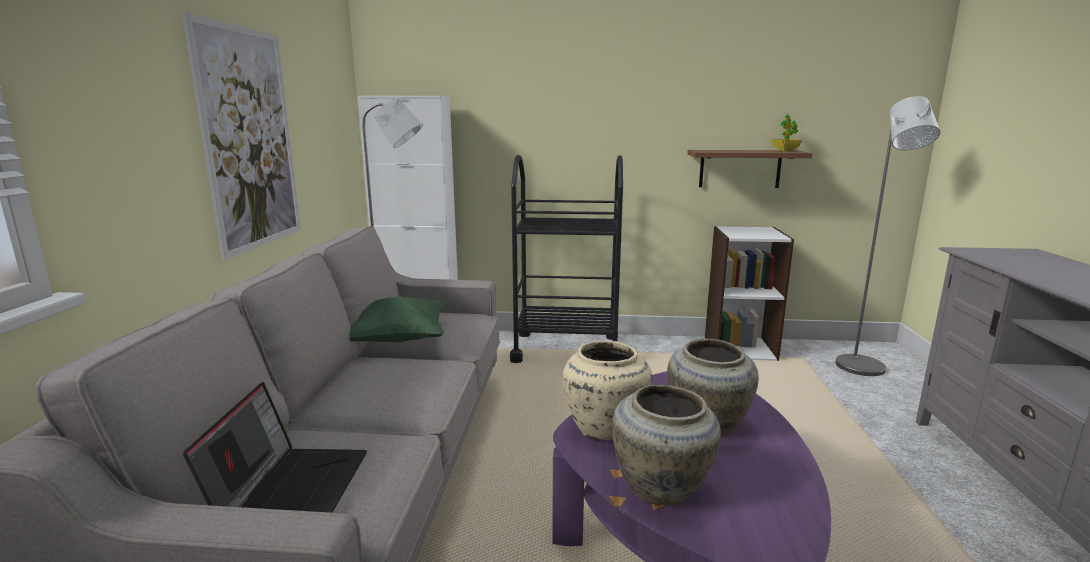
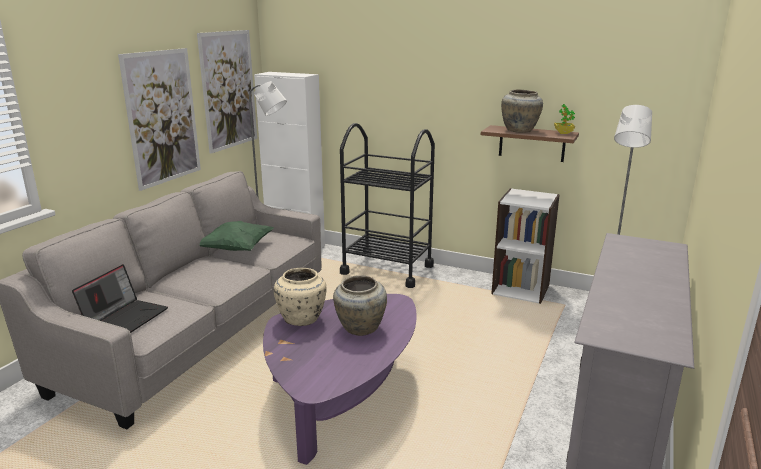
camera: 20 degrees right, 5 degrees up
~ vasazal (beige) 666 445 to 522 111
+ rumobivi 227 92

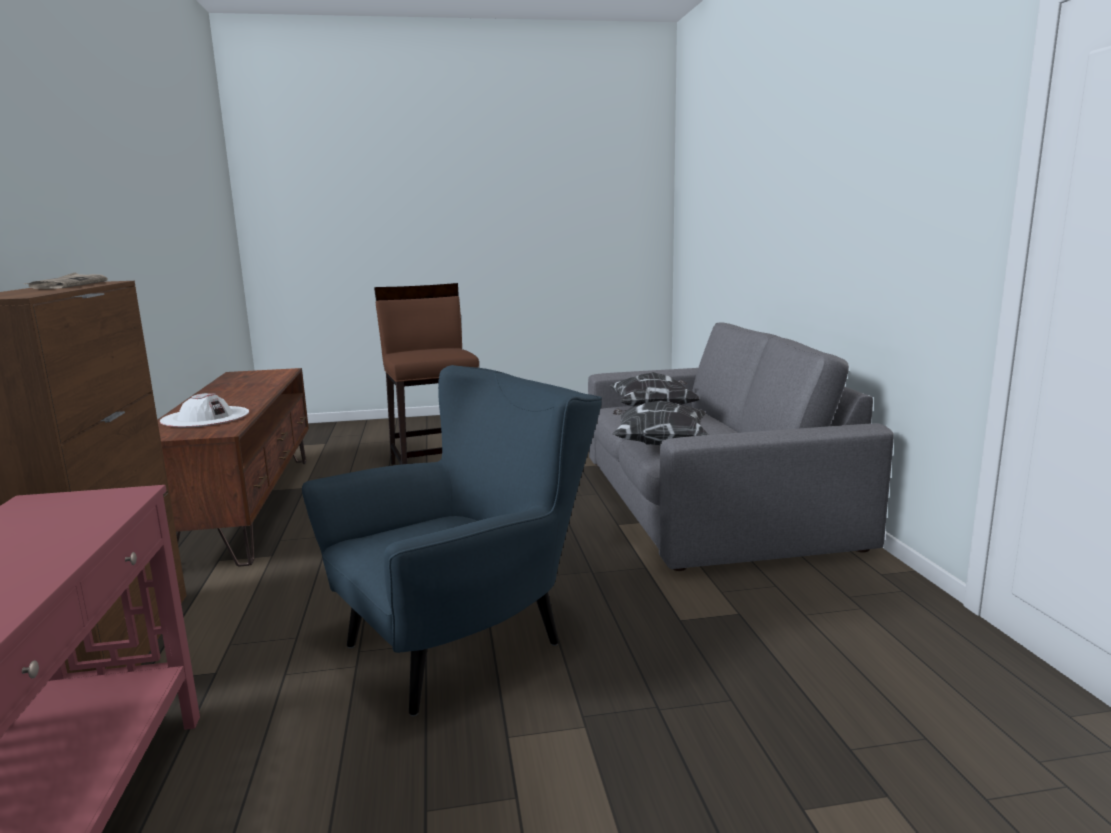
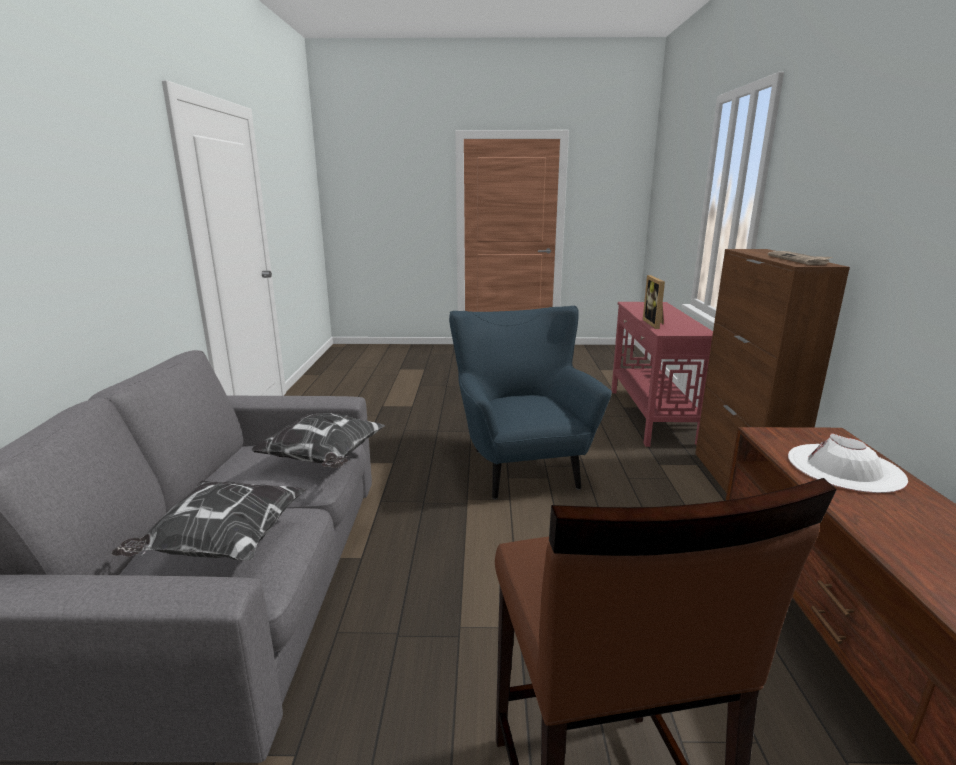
camera: 170 degrees left, 5 degrees up
~ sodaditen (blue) 452 540 = 530 402 105 degrees clockwise
+ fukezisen 654 302

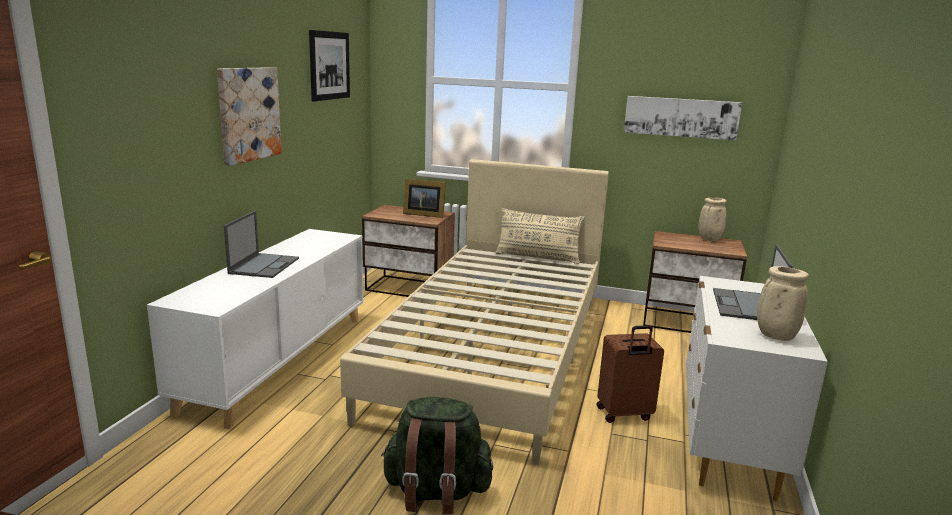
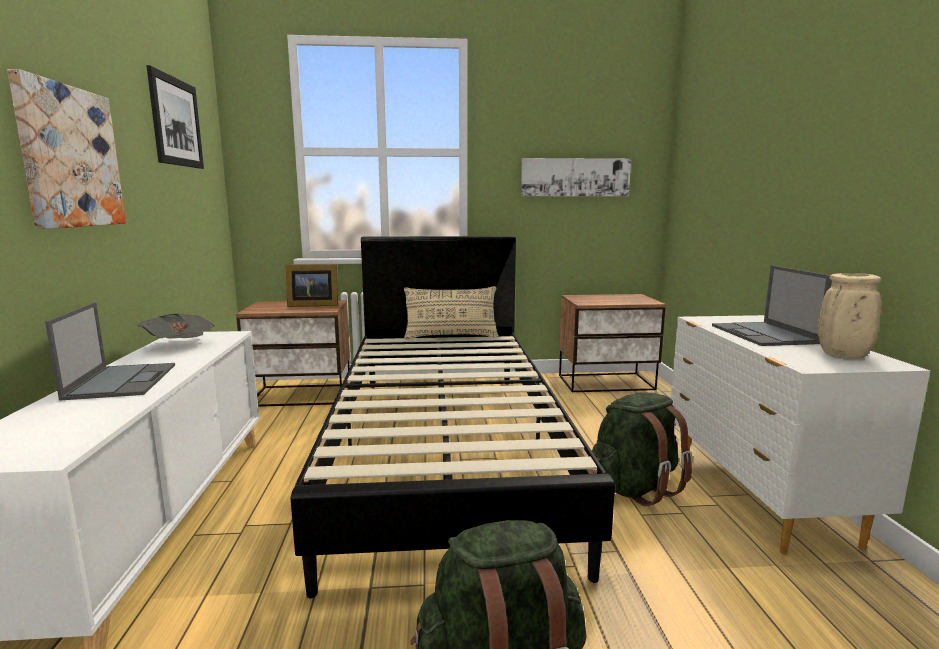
camera: 20 degrees left, 5 degrees down
~ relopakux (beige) 474 312 to relopakux (black) 453 417
~ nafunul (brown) 630 374 to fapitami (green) 642 449
- vasazal (beige) 712 219
+ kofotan 176 326

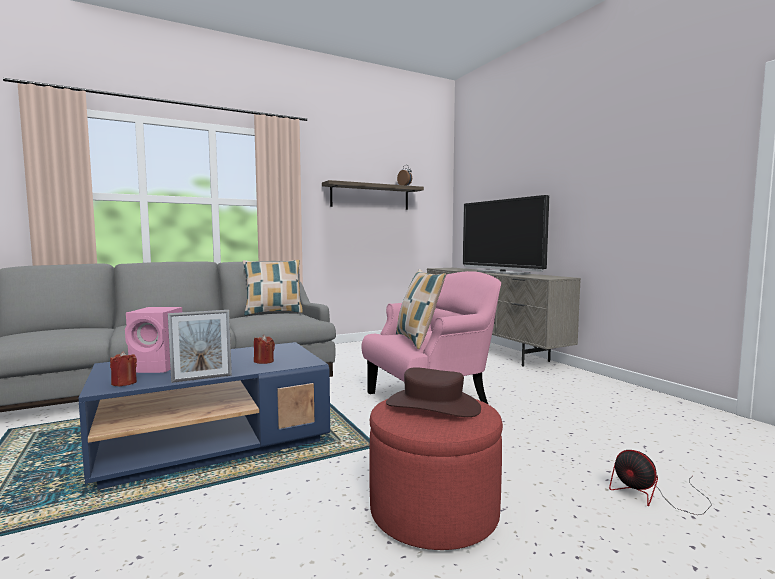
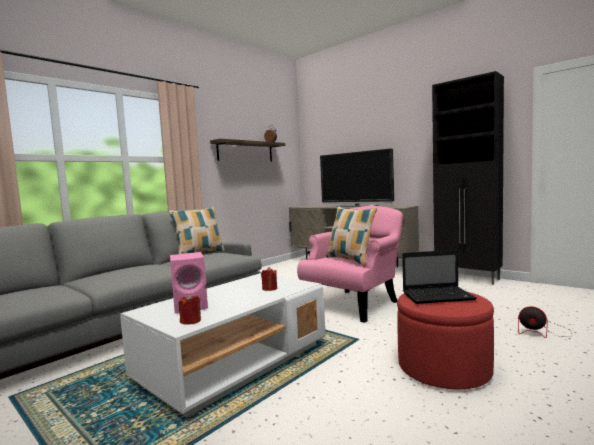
camera: 20 degrees left, 0 degrees up
~ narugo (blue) 204 415 to narugo (white) 222 345
- fukezisen 200 346
~ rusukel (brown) 433 392 to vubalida 439 277
+ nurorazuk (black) 468 178

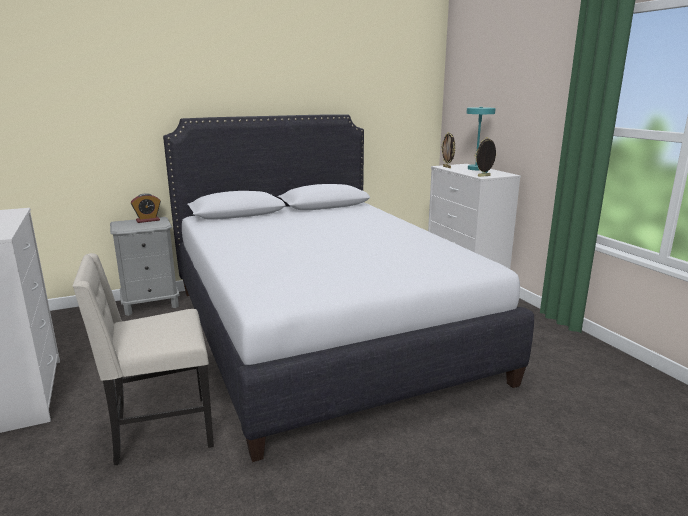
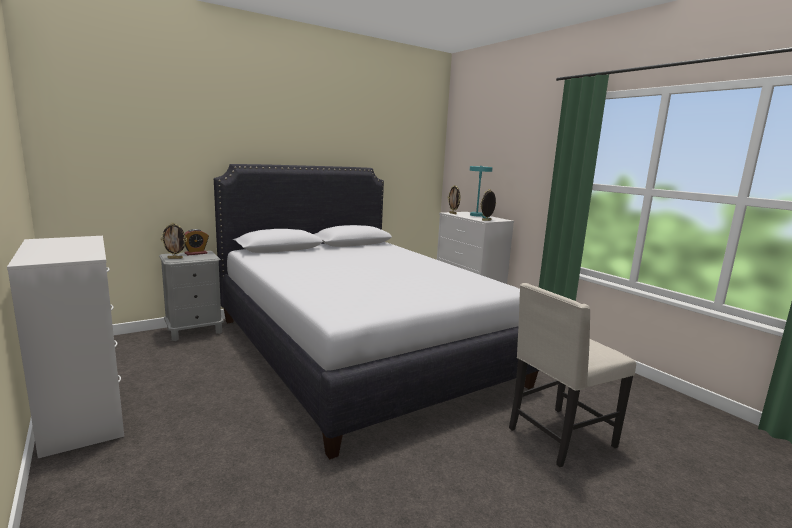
camera: 10 degrees left, 5 degrees down
~ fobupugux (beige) 143 359 to 572 375
+ fukezisen 174 241

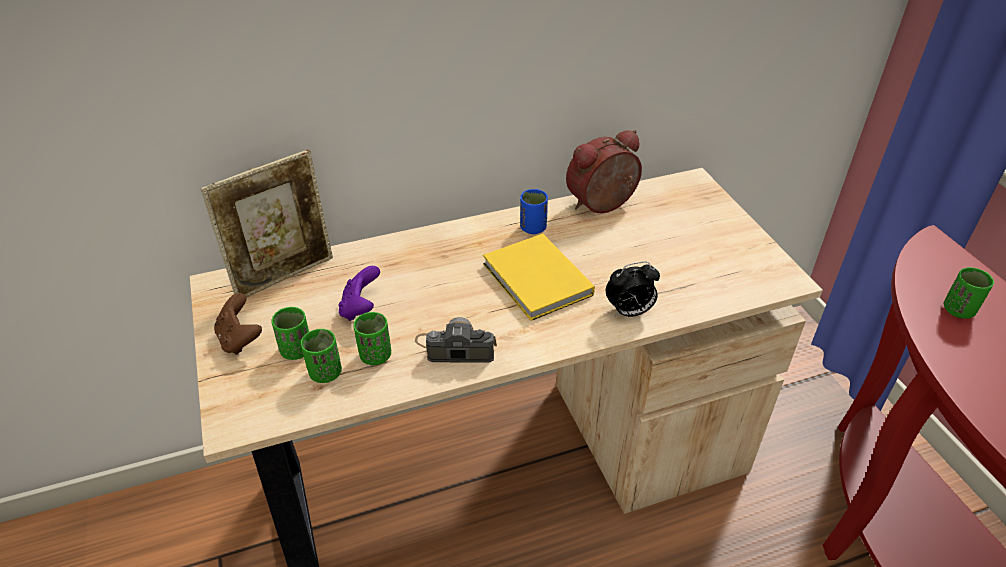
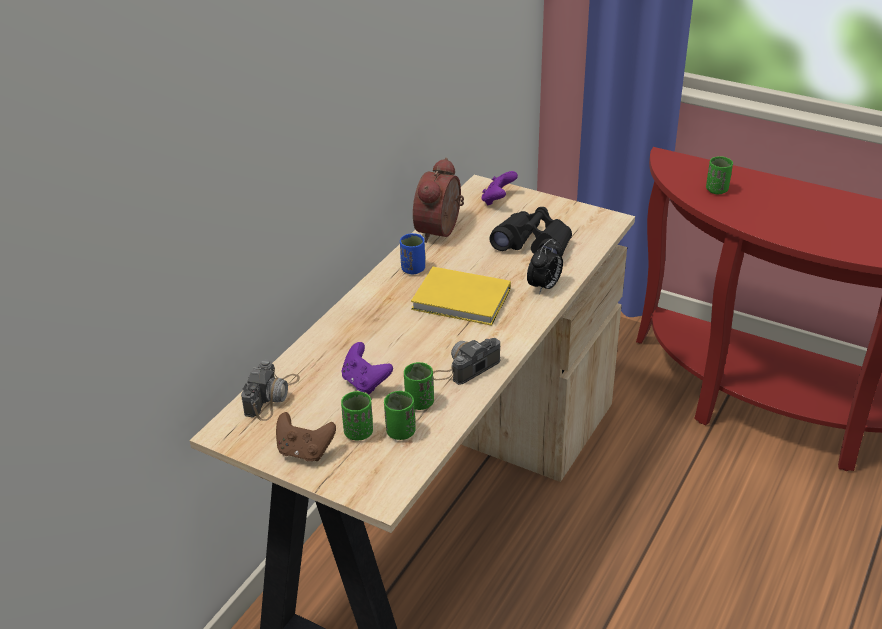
camera: 40 degrees left, 5 degrees down
~ fukezisen 266 224 to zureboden 270 390
+ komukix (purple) 499 188
+ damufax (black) 530 232

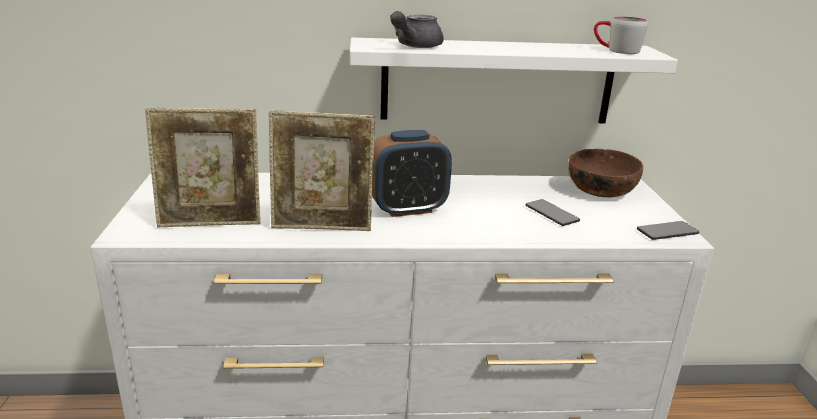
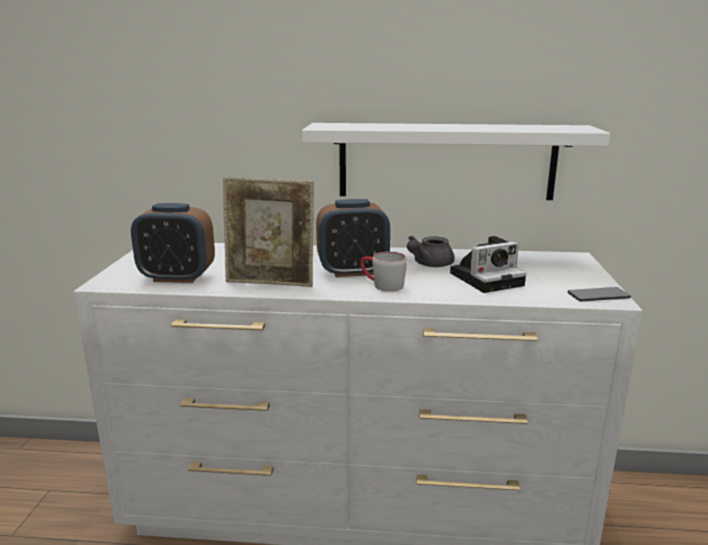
camera: 10 degrees right, 5 degrees down
~ fukezisen 203 167 to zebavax 173 243
~ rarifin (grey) 417 29 to 431 251
~ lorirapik 553 212 to zureboden 488 264
- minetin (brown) 605 173
~ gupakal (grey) 621 35 to 383 271

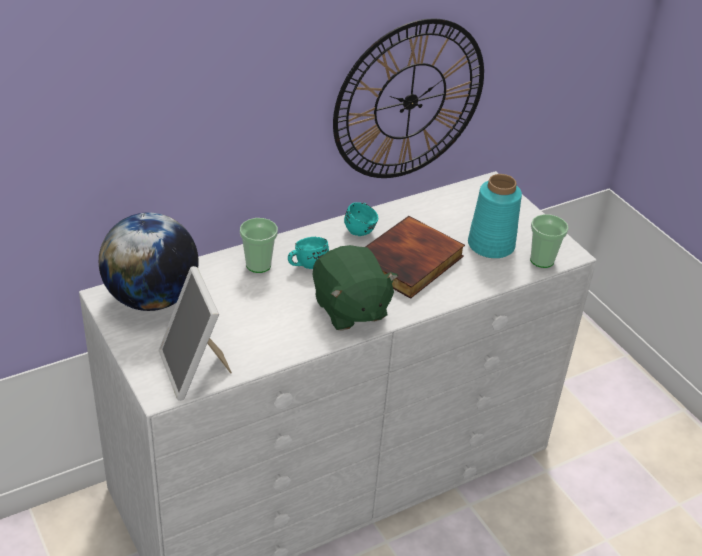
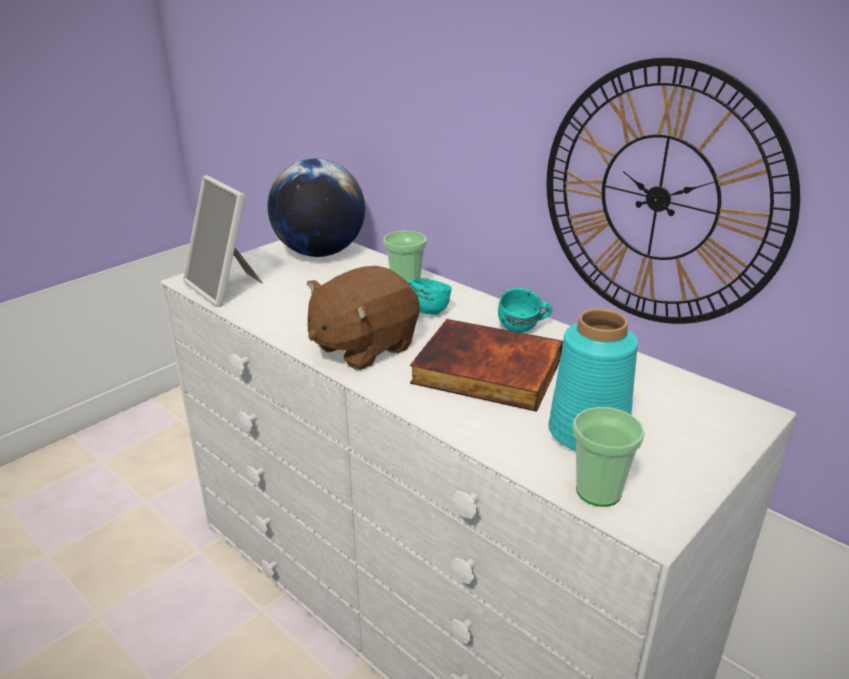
camera: 75 degrees right, 10 degrees down
~ fukezisen 195 333 = 223 241 90 degrees counterclockwise
~ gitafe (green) 355 288 to gitafe (brown) 363 318

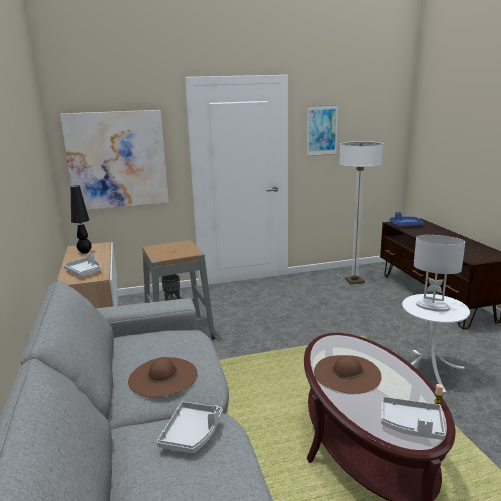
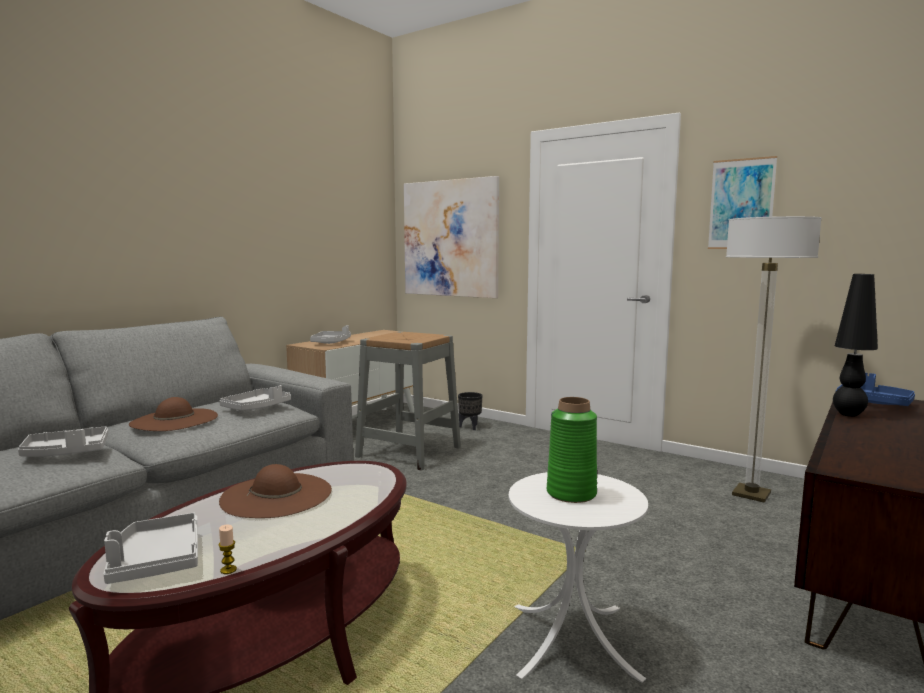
camera: 50 degrees right, 10 degrees down
~ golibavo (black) 81 219 to 855 345
~ golibavo (white) 439 273 to vasazal (green) 572 450
+ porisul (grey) 255 398

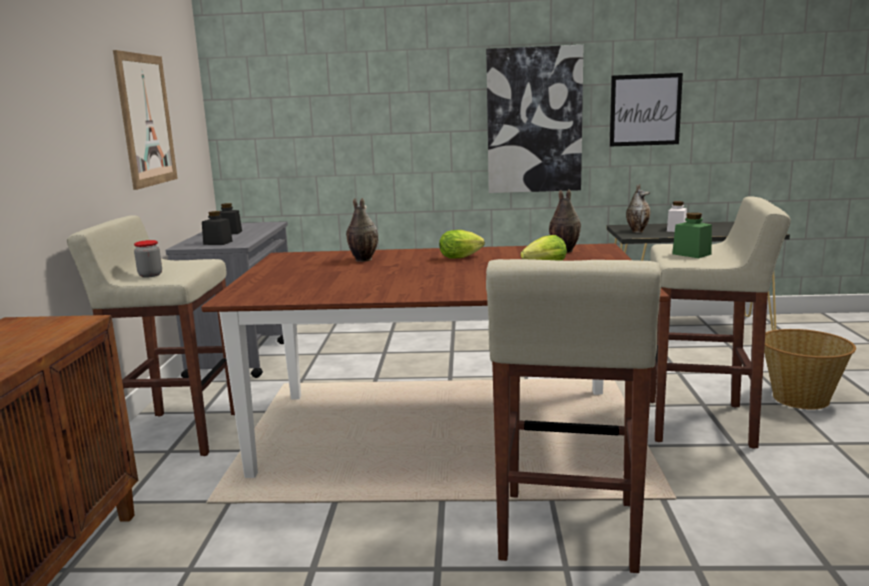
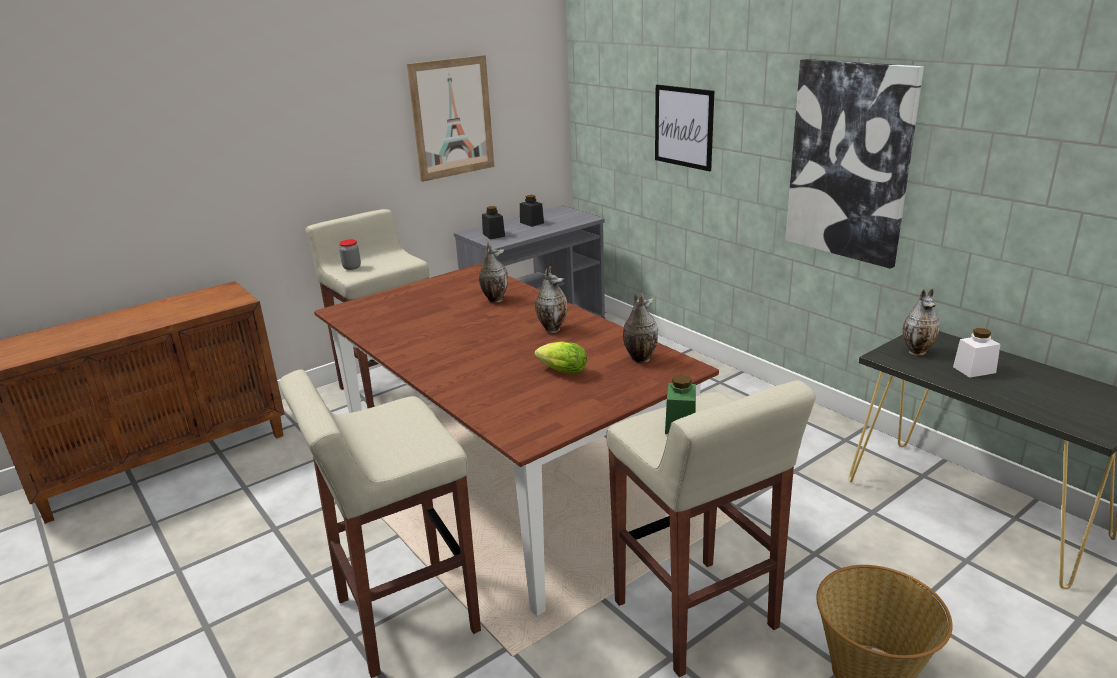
camera: 50 degrees right, 10 degrees up
~ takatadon 462 244 to vasazal 551 299
~ rumobivi 646 110 to 684 127

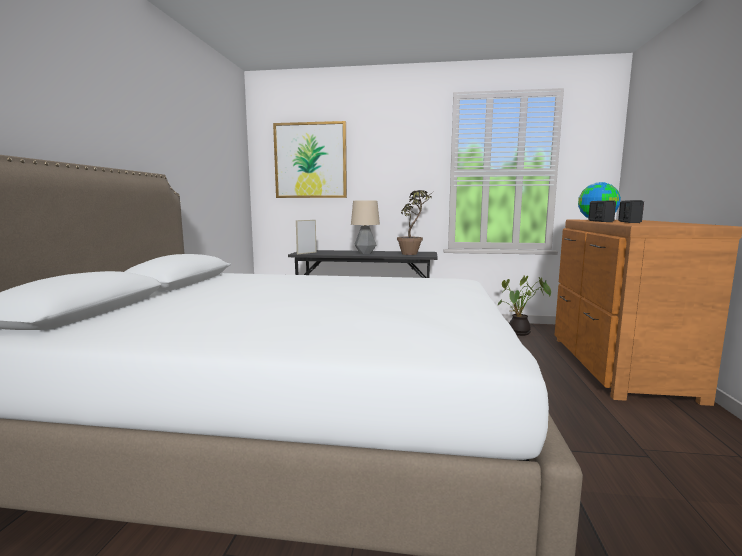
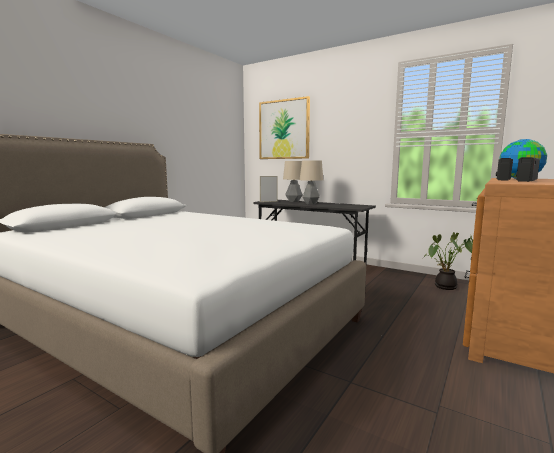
camera: 25 degrees right, 0 degrees up
- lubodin 415 222
+ golibavo 293 181

